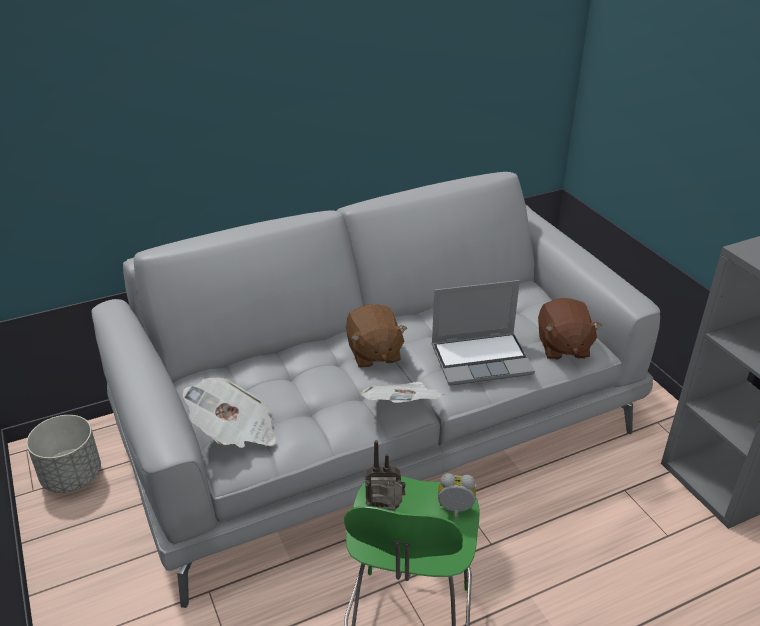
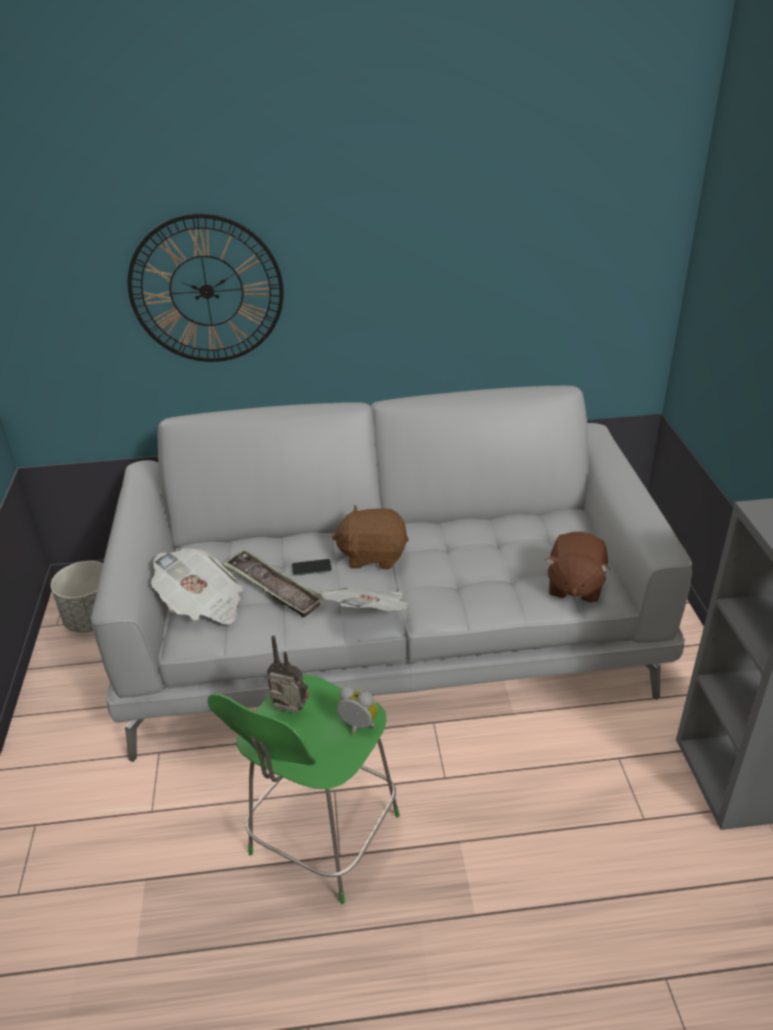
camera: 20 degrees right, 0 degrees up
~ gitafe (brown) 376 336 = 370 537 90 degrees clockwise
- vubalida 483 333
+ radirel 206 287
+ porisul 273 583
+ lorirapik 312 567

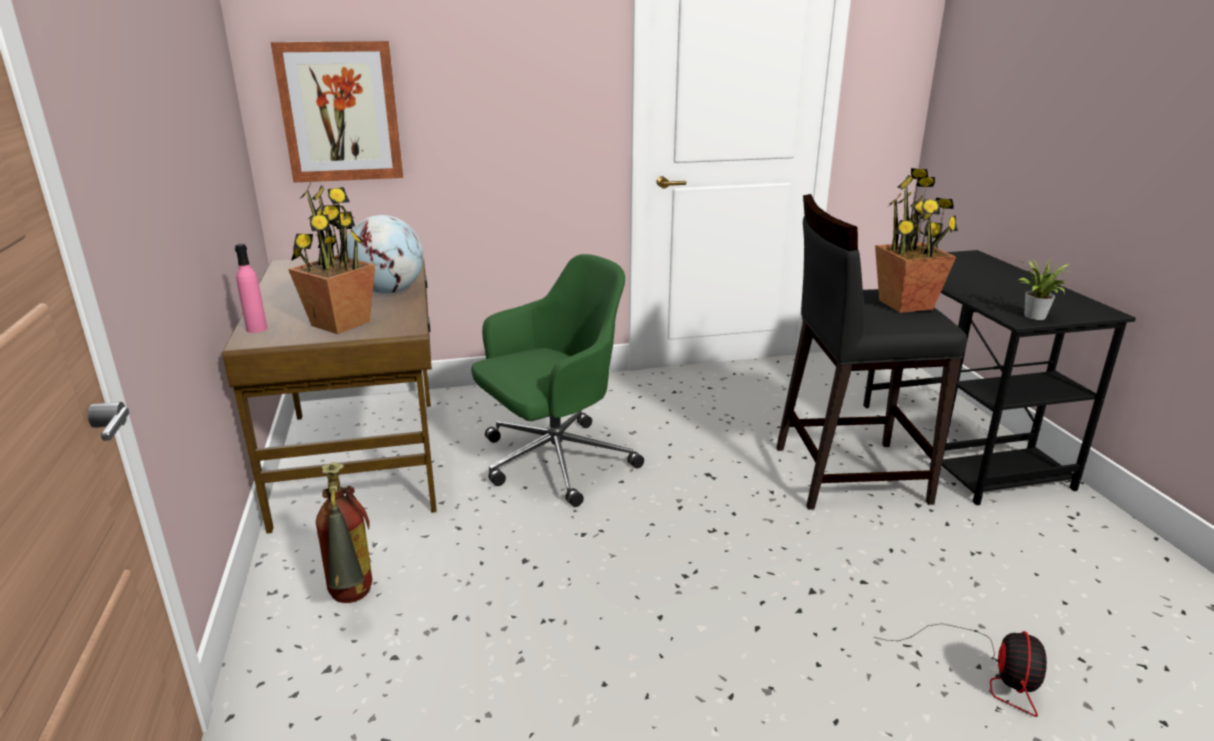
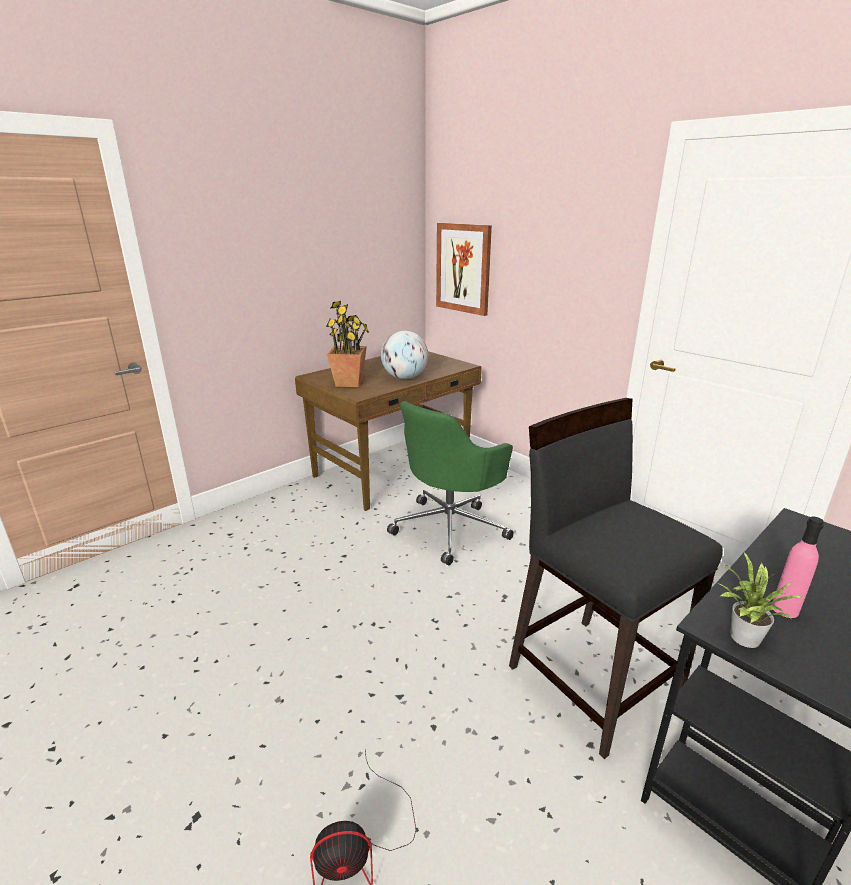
camera: 60 degrees right, 0 degrees up
~ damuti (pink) 251 288 to 797 567
- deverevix 344 532
~ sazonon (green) 557 380 = 450 483 105 degrees clockwise
- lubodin 916 240

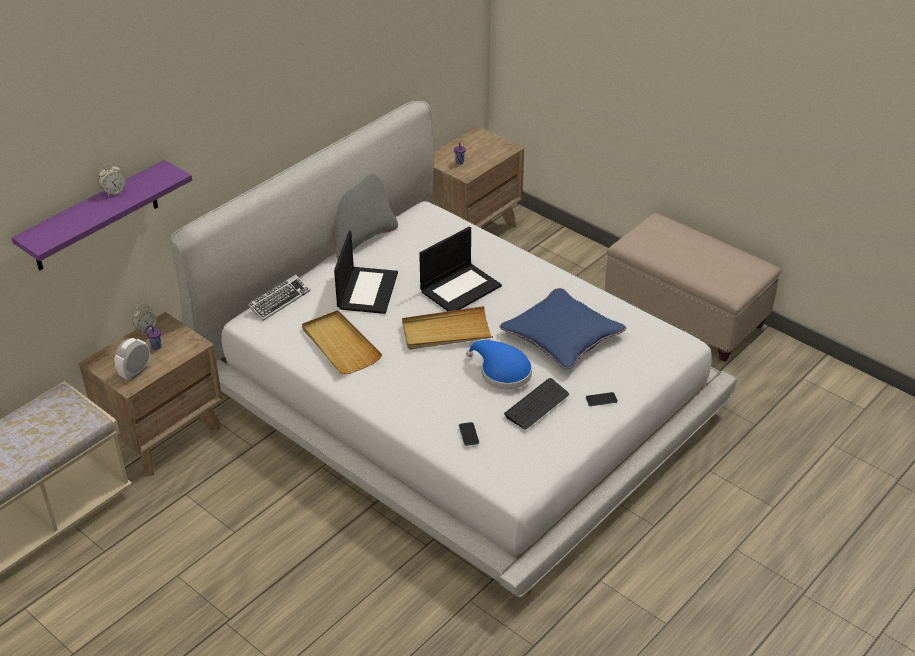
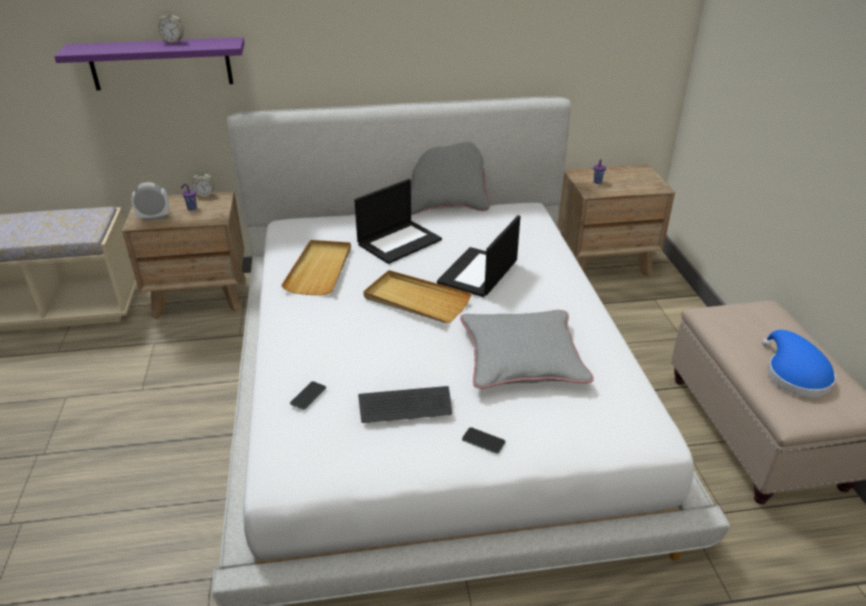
camera: 40 degrees right, 5 degrees down
- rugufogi 279 297
~ vubalida 460 269 = 479 256 120 degrees clockwise
~ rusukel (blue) 499 365 to 799 363
~ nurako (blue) 562 328 to nurako (grey) 527 349

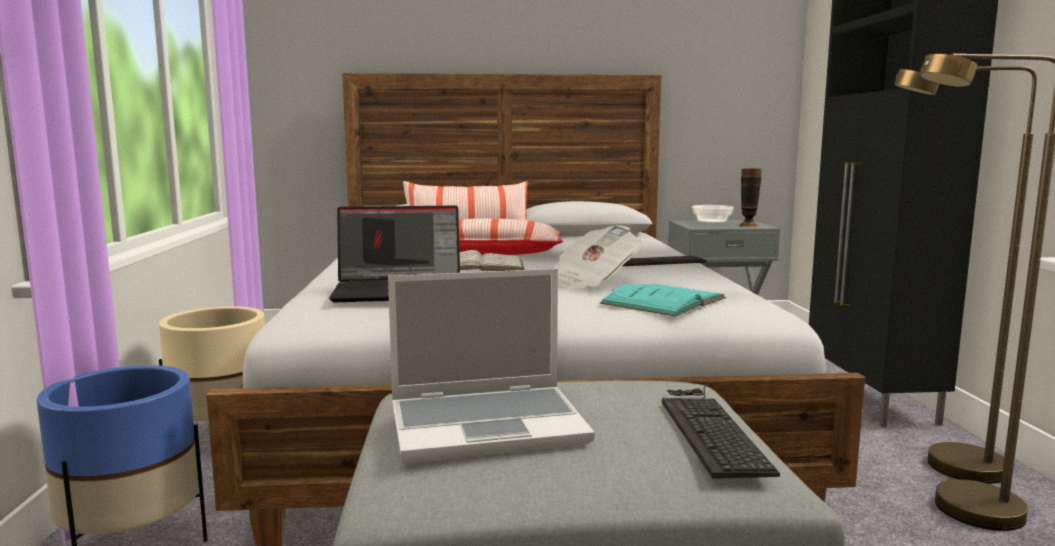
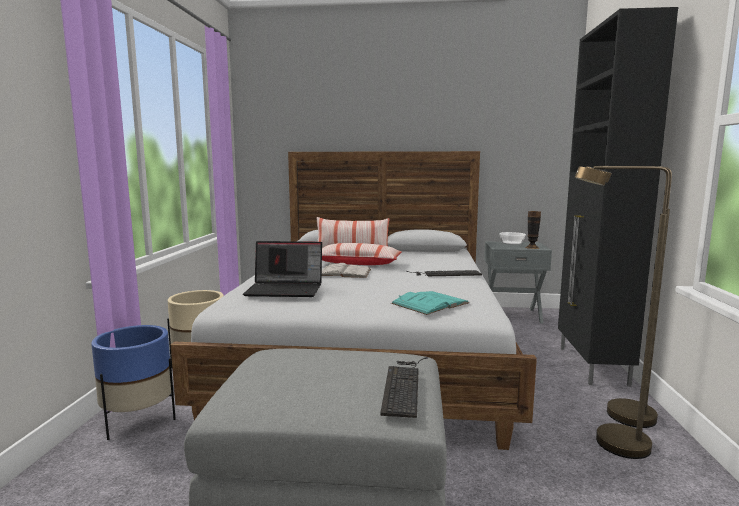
camera: 10 degrees right, 0 degrees up
- vubalida 491 365
- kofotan 597 257

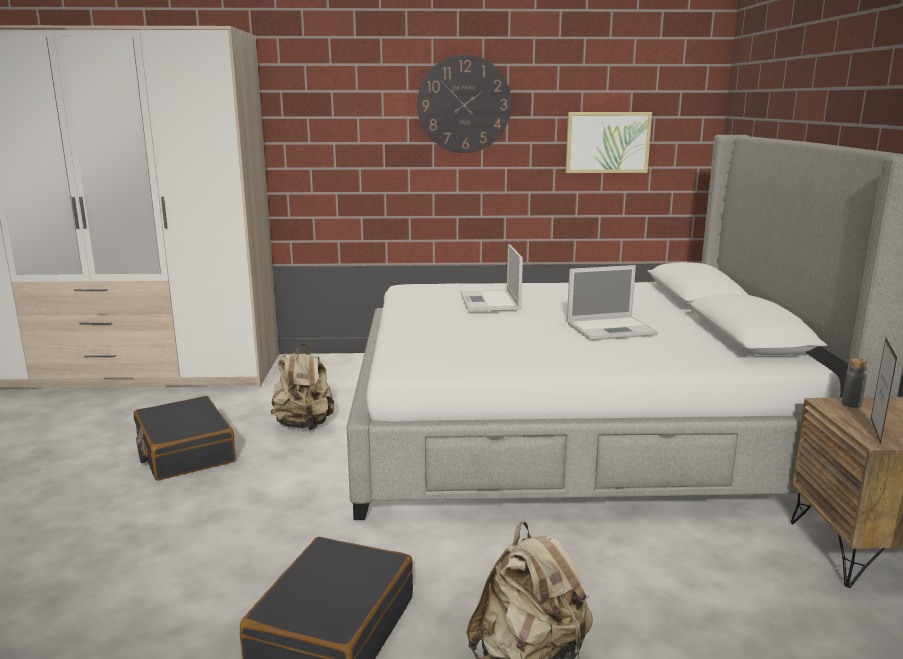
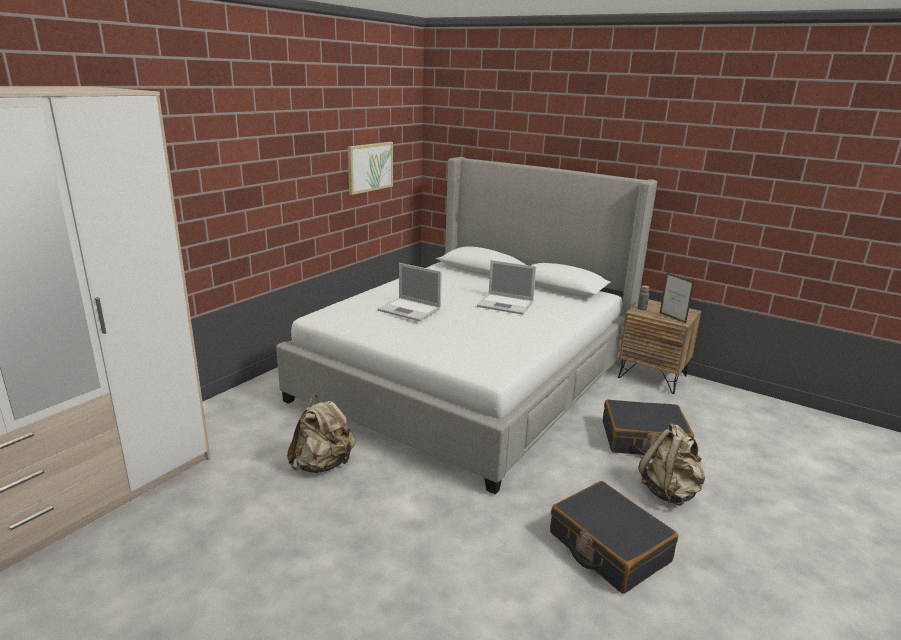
camera: 55 degrees left, 5 degrees up
~ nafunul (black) 185 438 to 648 428
- radirel 464 103
~ vubalida 612 302 = 506 287 90 degrees clockwise

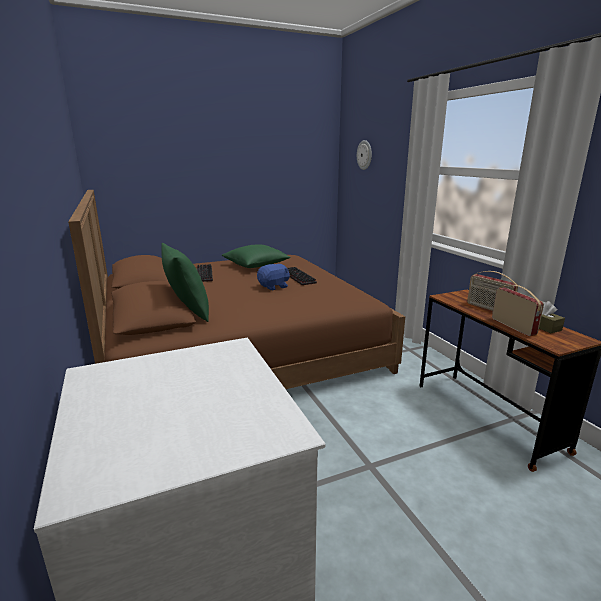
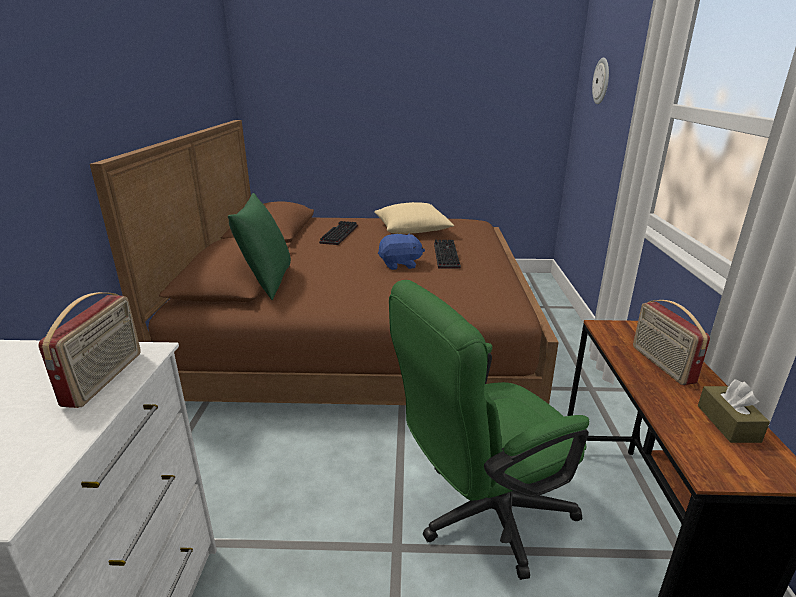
camera: 25 degrees right, 5 degrees up
~ nurako (green) 256 256 to nurako (beige) 414 218
~ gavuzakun 518 310 to 90 350
+ sazonon (green) 489 430

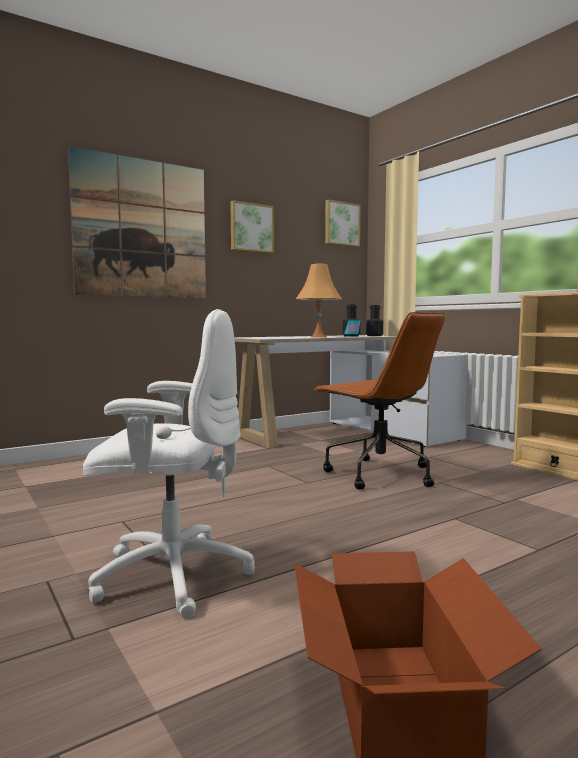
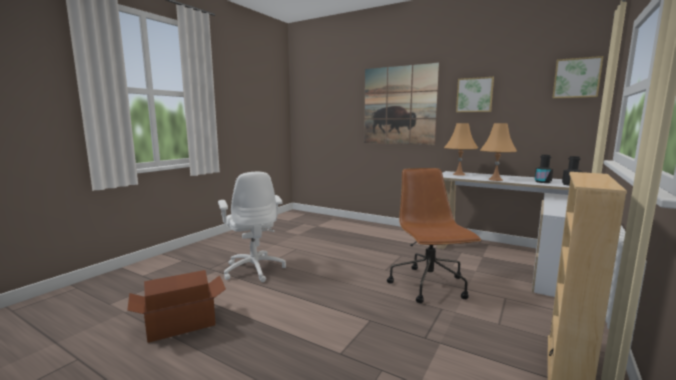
camera: 65 degrees right, 5 degrees up
~ sazonon (brown) 379 400 = 434 235 150 degrees clockwise
+ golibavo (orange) 461 149

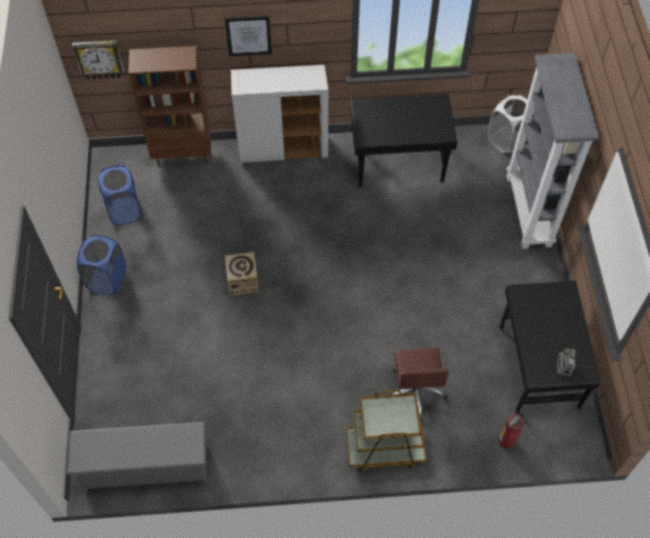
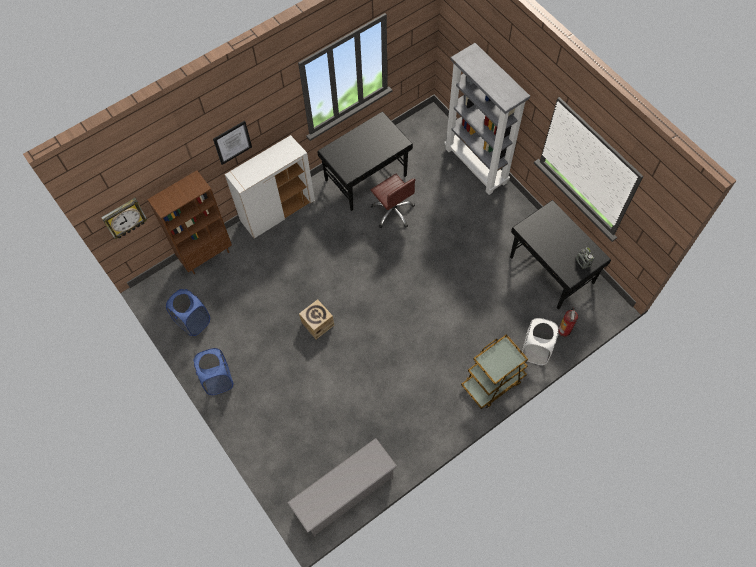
camera: 30 degrees left, 5 degrees up
~ sazonon (brown) 420 384 to 393 201
~ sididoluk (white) 512 124 to 540 341

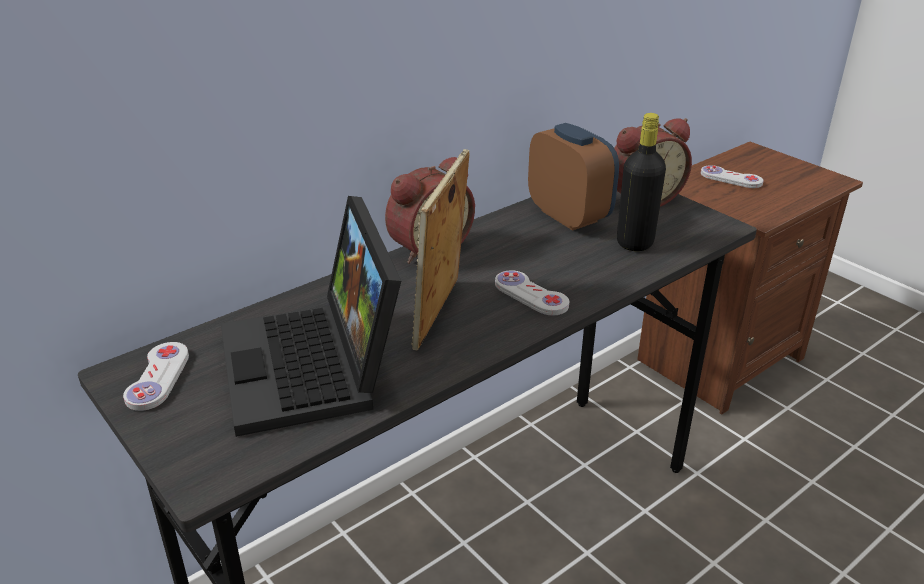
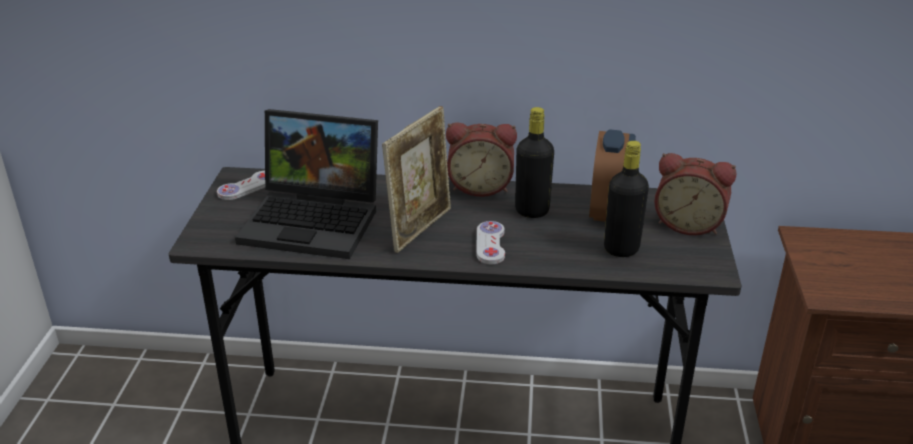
camera: 45 degrees right, 0 degrees up
~ vubalida 311 316 = 306 184 105 degrees counterclockwise
~ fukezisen 440 250 = 416 179 150 degrees clockwise
- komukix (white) 732 176
+ damuti (black) 534 162

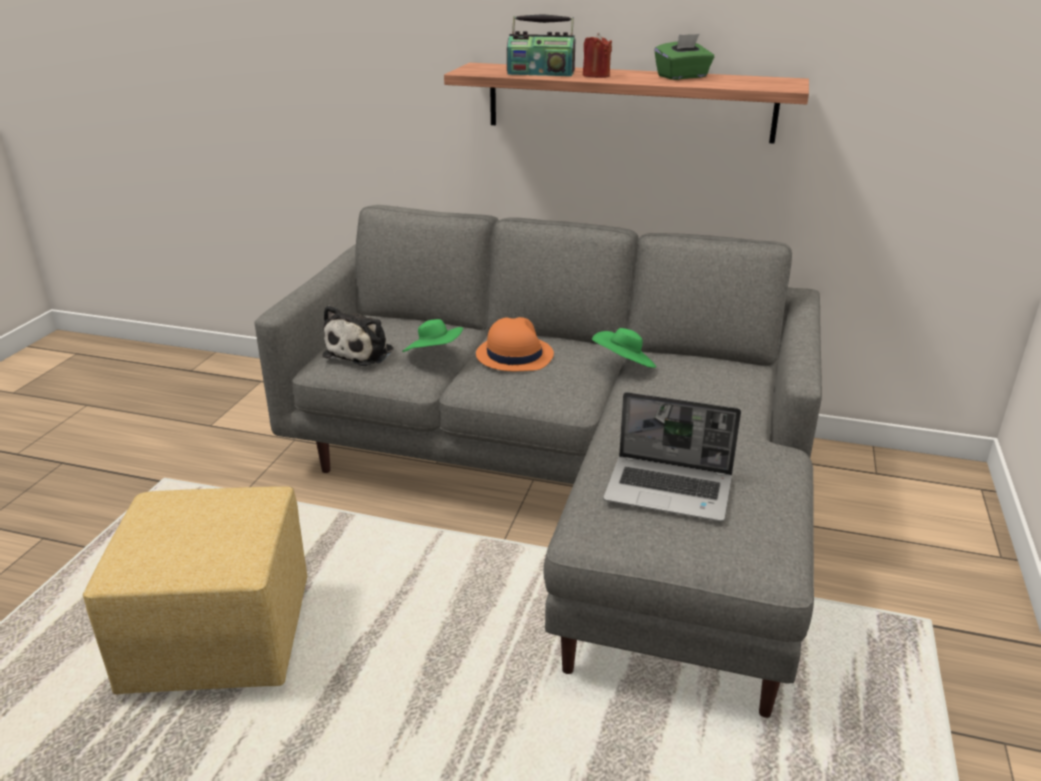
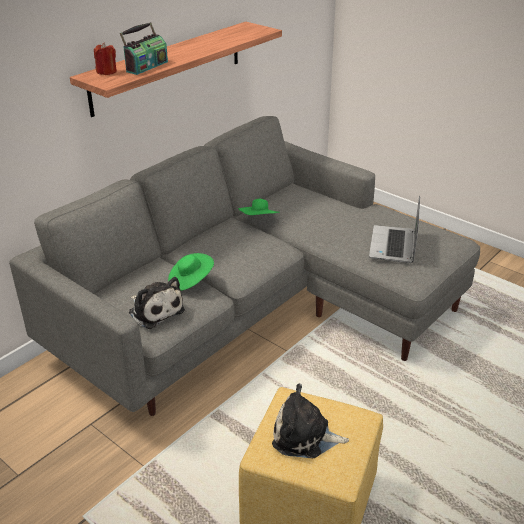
camera: 65 degrees left, 5 degrees up
- rusukel (orange) 515 344
~ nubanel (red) 597 55 to 105 59
~ vubalida 672 457 = 394 229 150 degrees clockwise
- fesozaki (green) 684 57
+ gitafe 310 421

